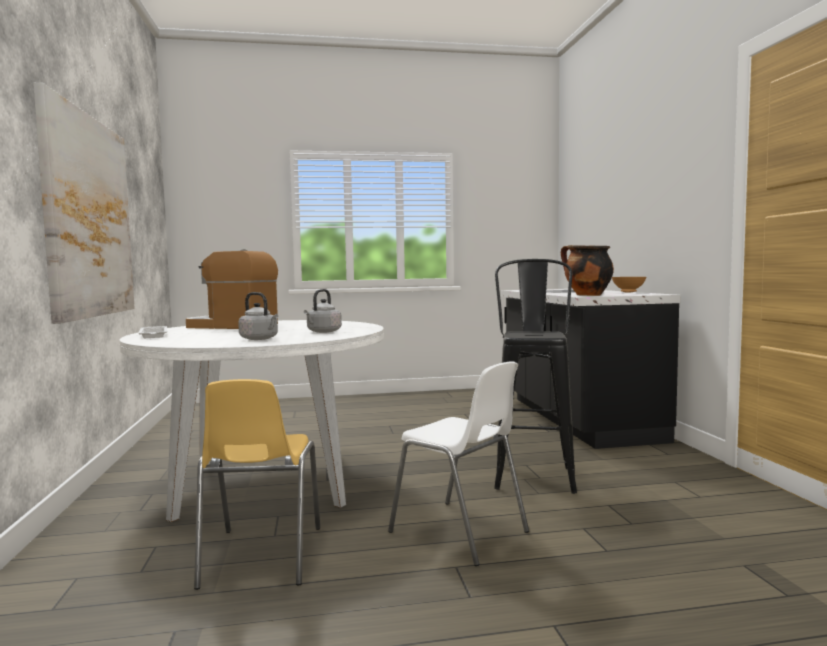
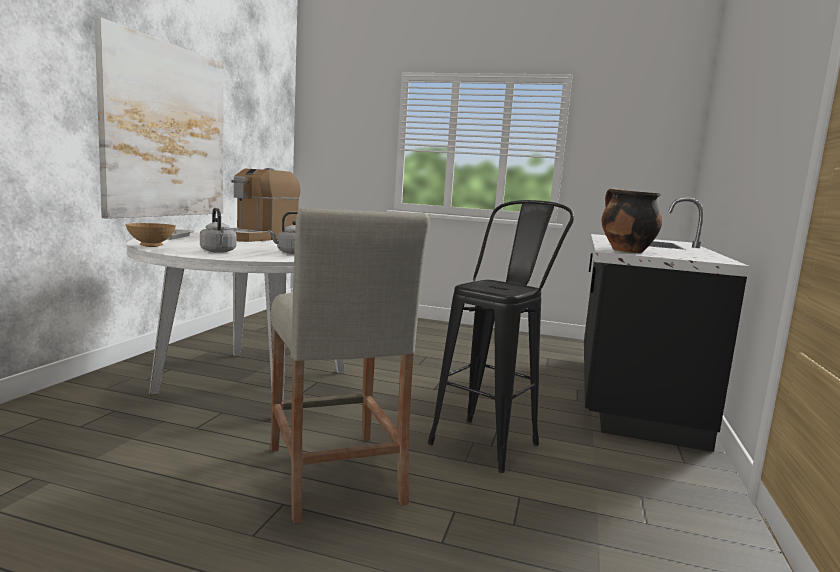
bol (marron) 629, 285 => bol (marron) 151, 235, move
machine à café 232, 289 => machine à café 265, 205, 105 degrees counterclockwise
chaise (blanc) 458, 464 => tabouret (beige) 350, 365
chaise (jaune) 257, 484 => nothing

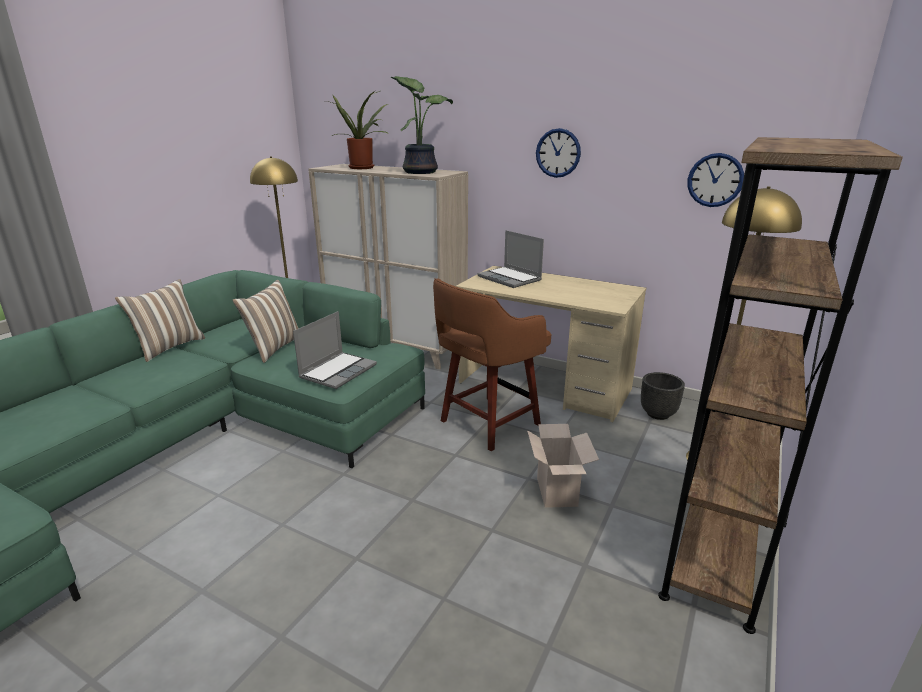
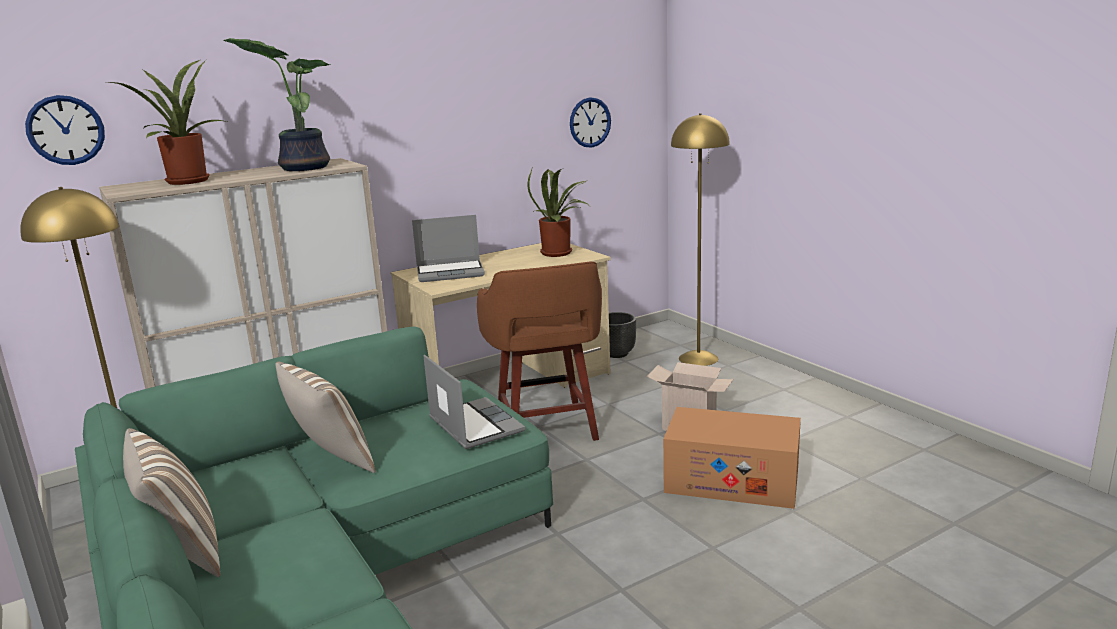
horloge murale 558, 153 => horloge murale 65, 130, move
nothing => plante en pot 558, 213
nothing => carton 732, 458
bibliothèque (marron) 780, 385 => nothing

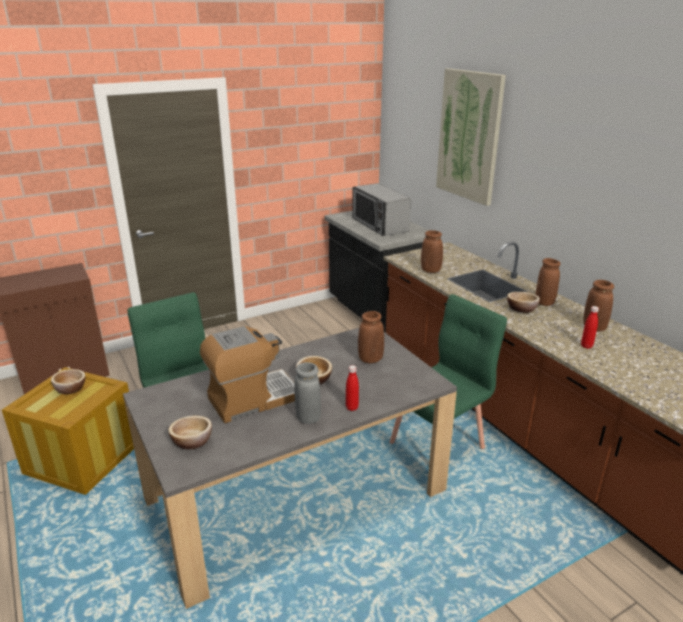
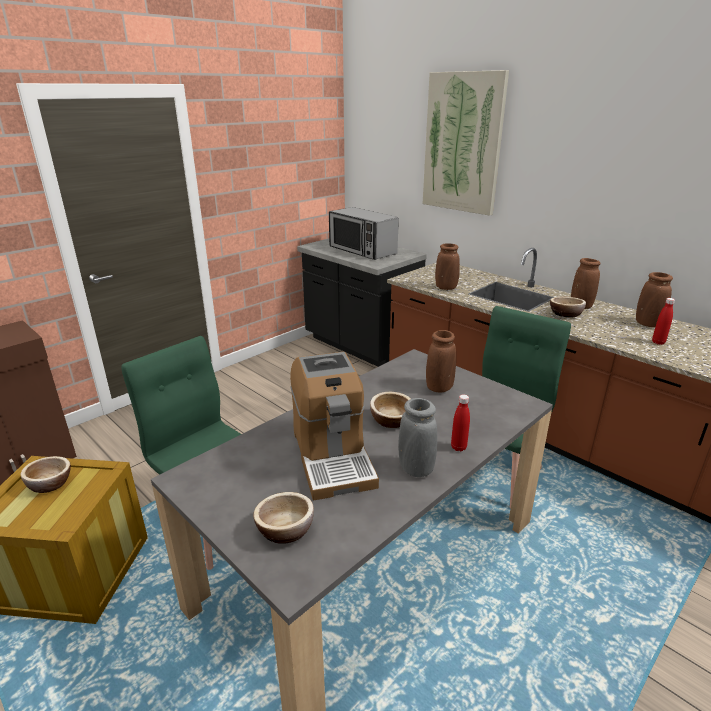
machine à café 247, 374 => machine à café 334, 426, 120 degrees clockwise

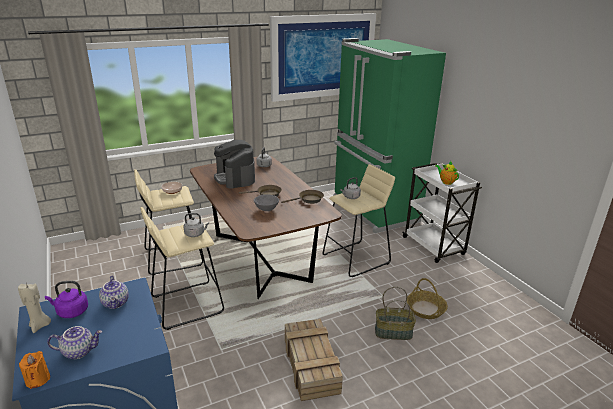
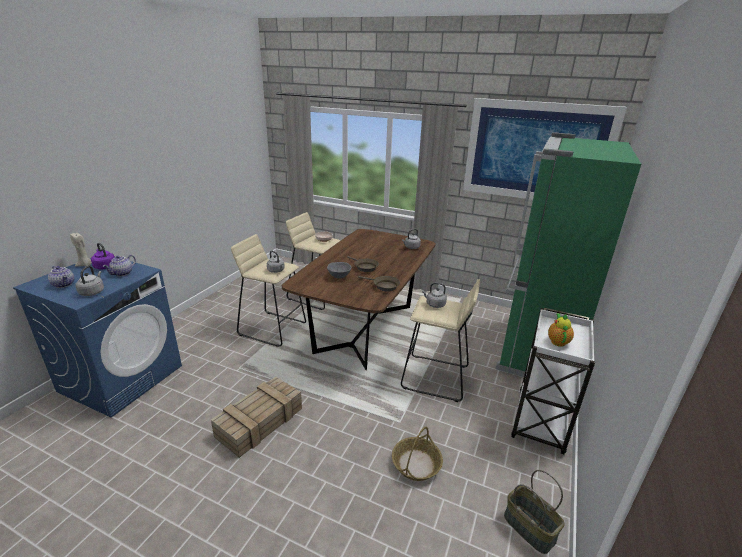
nothing => bouilloire (gris) 89, 281
panier 395, 313 => panier 534, 512, move
bougie (orange) 34, 370 => nothing
machine à café 234, 164 => nothing

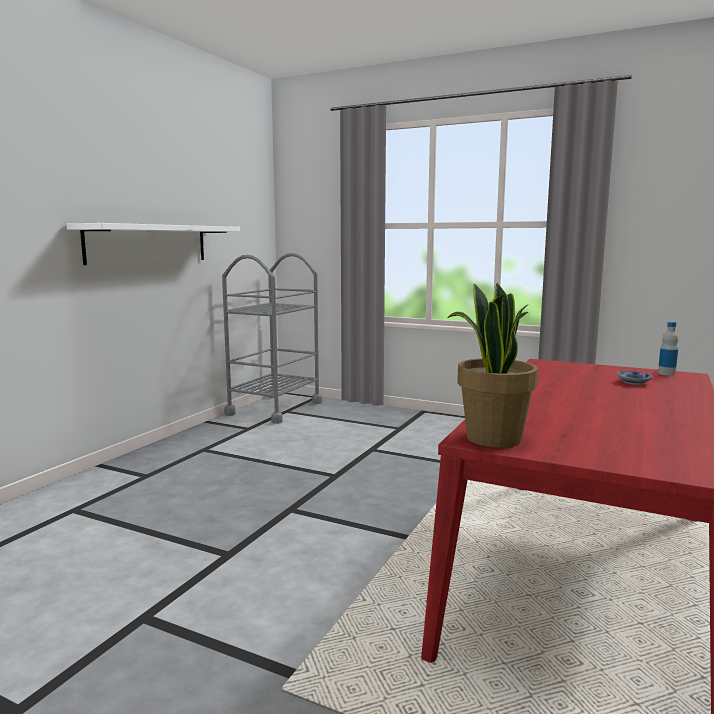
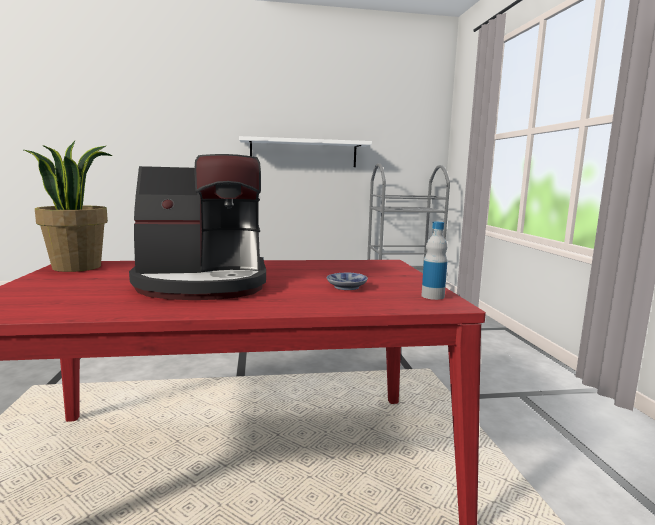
nothing => machine à café 197, 227

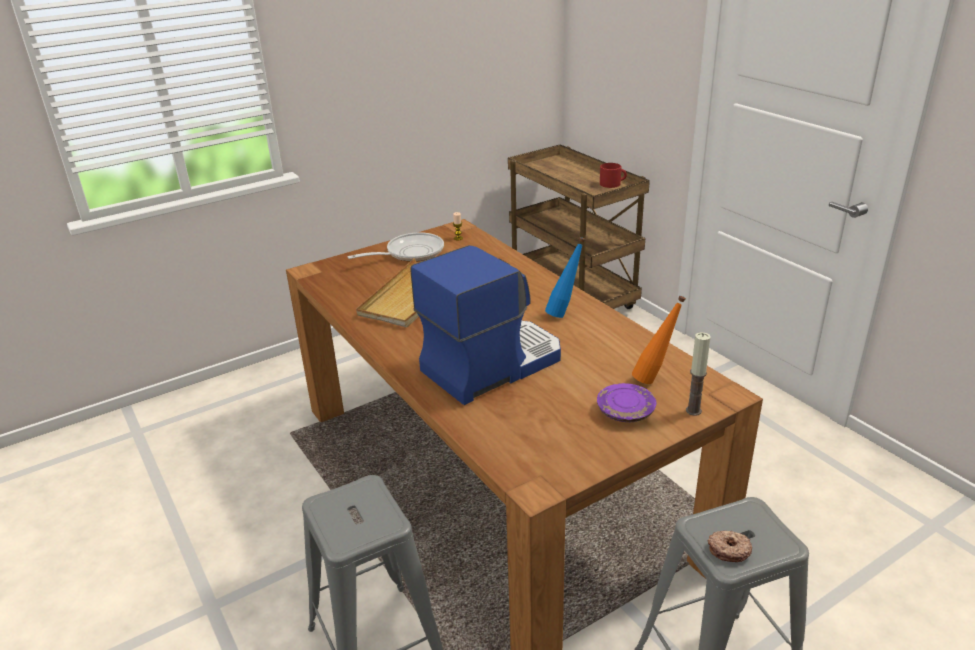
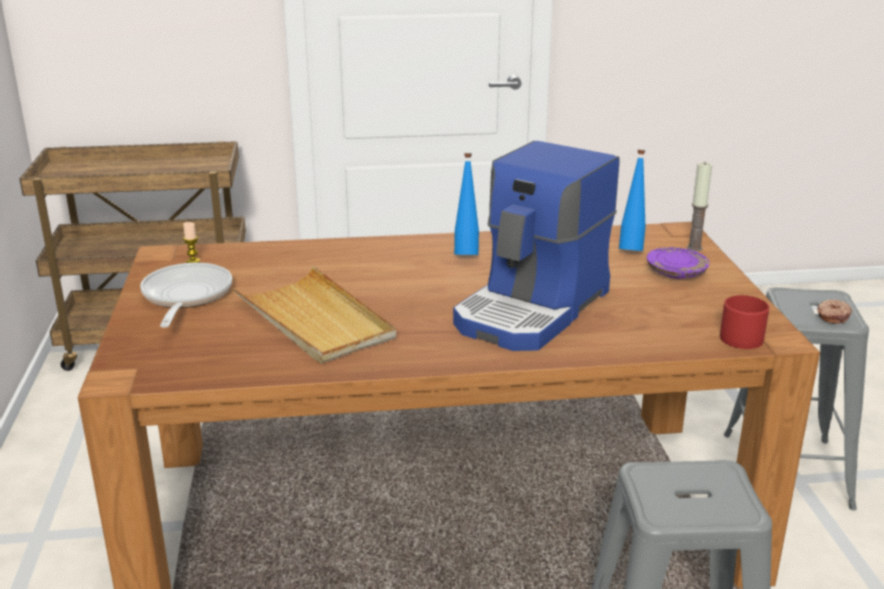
machine à café 486, 325 => machine à café 536, 246, 135 degrees counterclockwise
bouteille (orange) 659, 340 => bouteille (bleu) 632, 200
mug (rouge) 613, 175 => mug (rouge) 744, 322, move

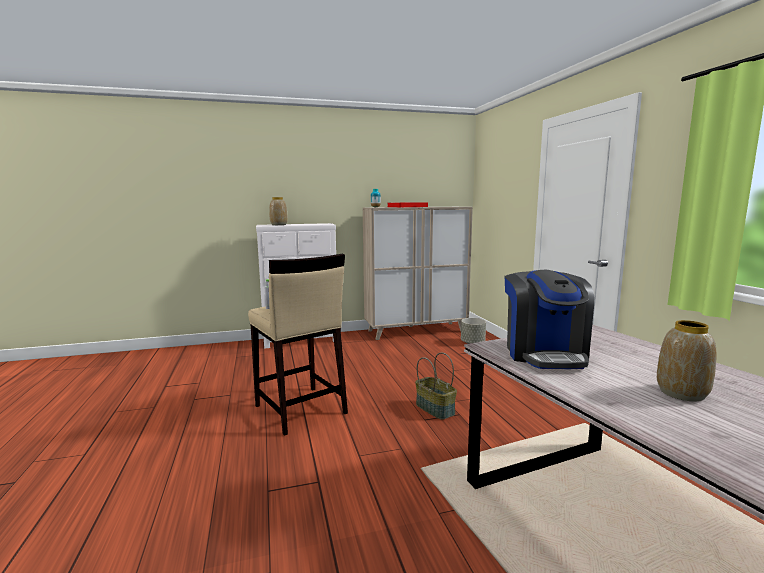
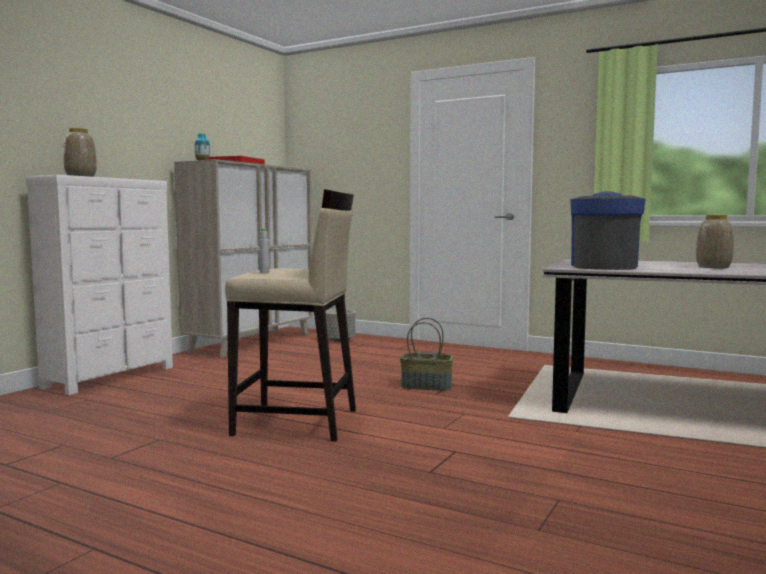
machine à café 549, 319 => machine à café 608, 230, 120 degrees counterclockwise

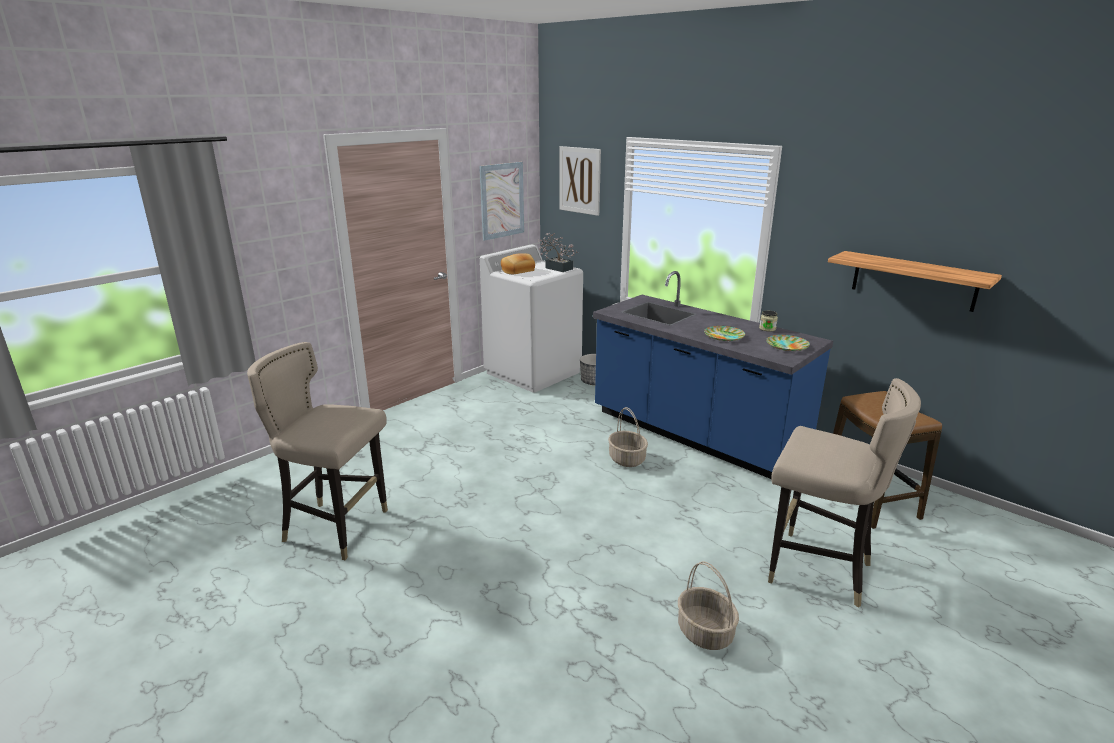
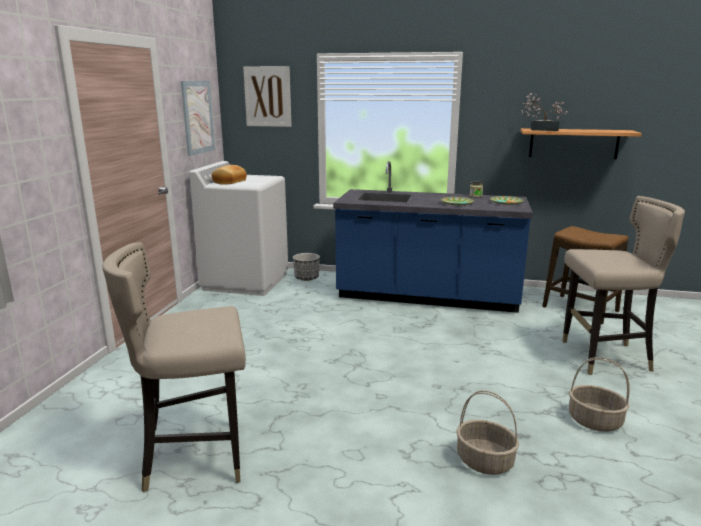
panier 628, 437 => panier 487, 432, move
plante en pot 558, 252 => plante en pot 544, 112, move

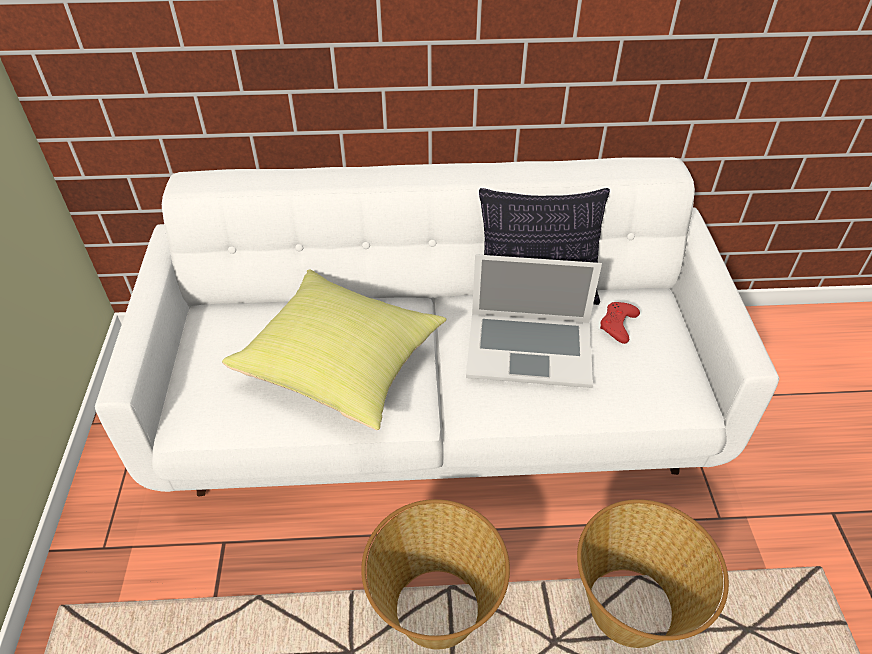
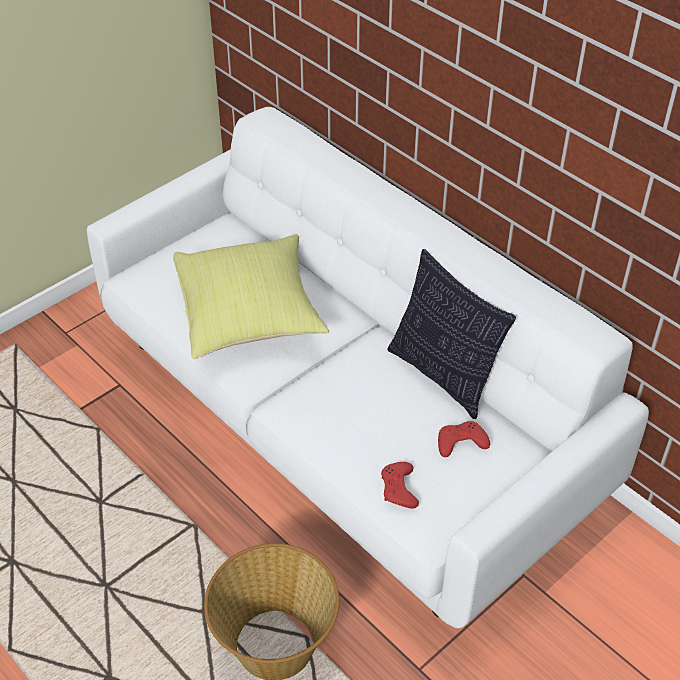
nothing => manette (rouge) 400, 485
panier 435, 574 => nothing
ordinateur portable 534, 321 => nothing

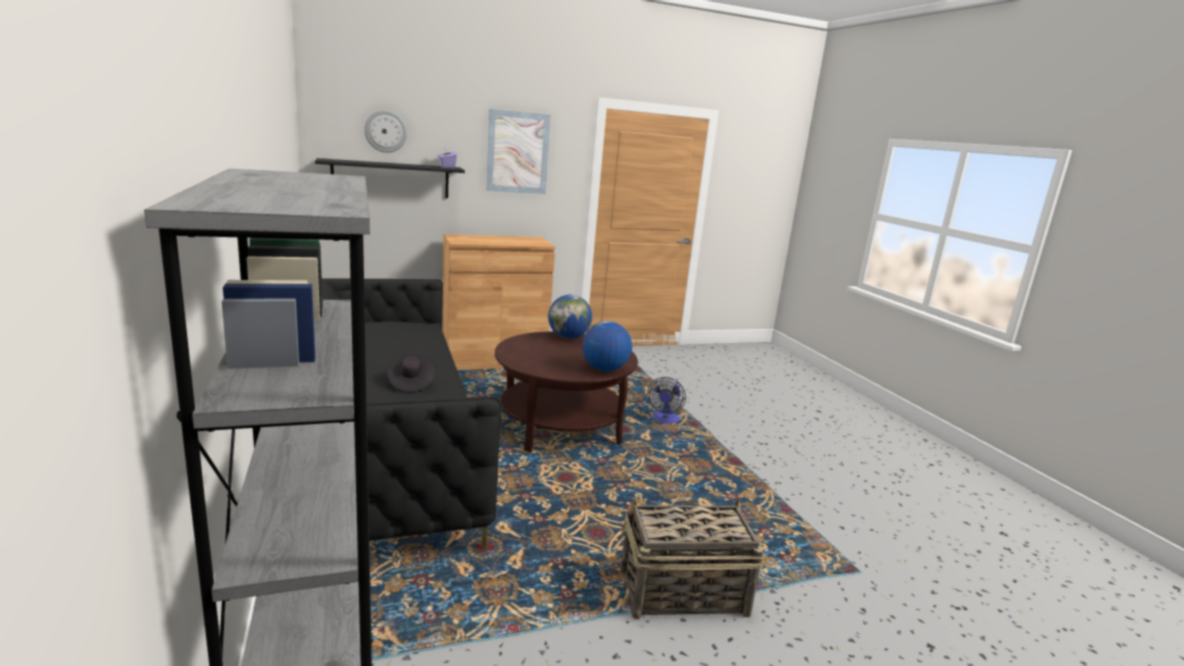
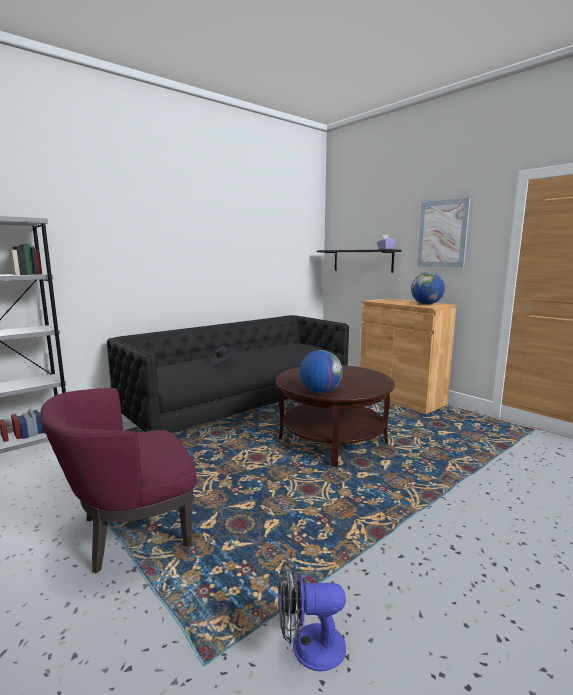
panier 693, 558 => fauteuil (violet) 118, 480
ventilateur 666, 400 => ventilateur 312, 615, move
globe 570, 317 => globe 428, 288, move
horloge murale 385, 131 => nothing

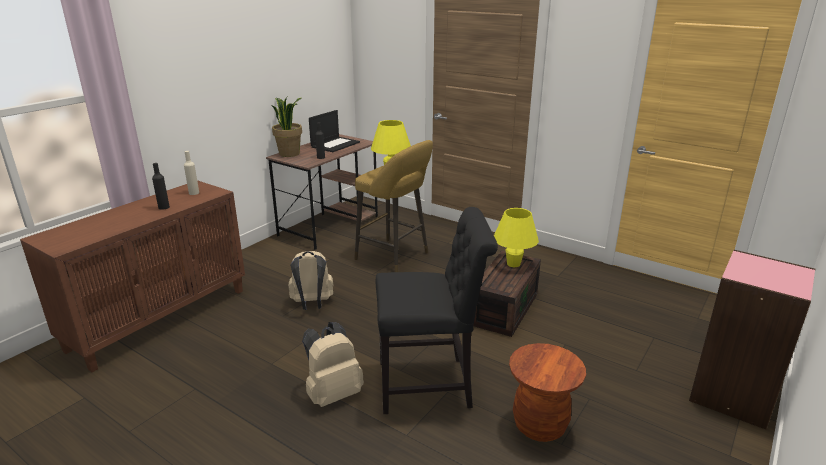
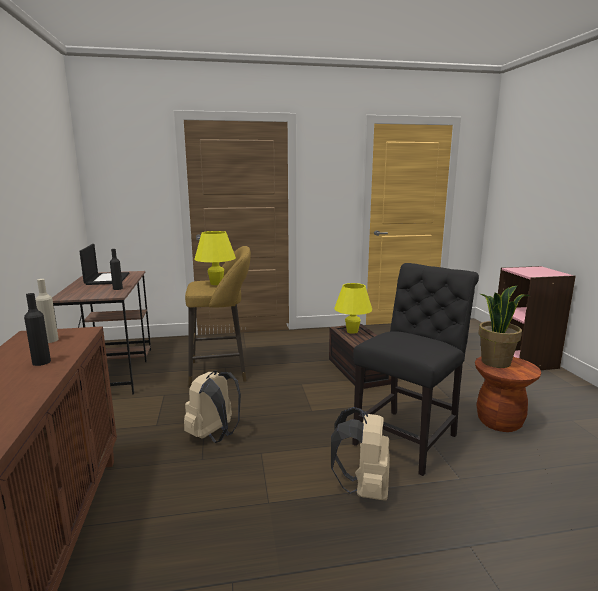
plante en pot 287, 127 => plante en pot 503, 327, move

